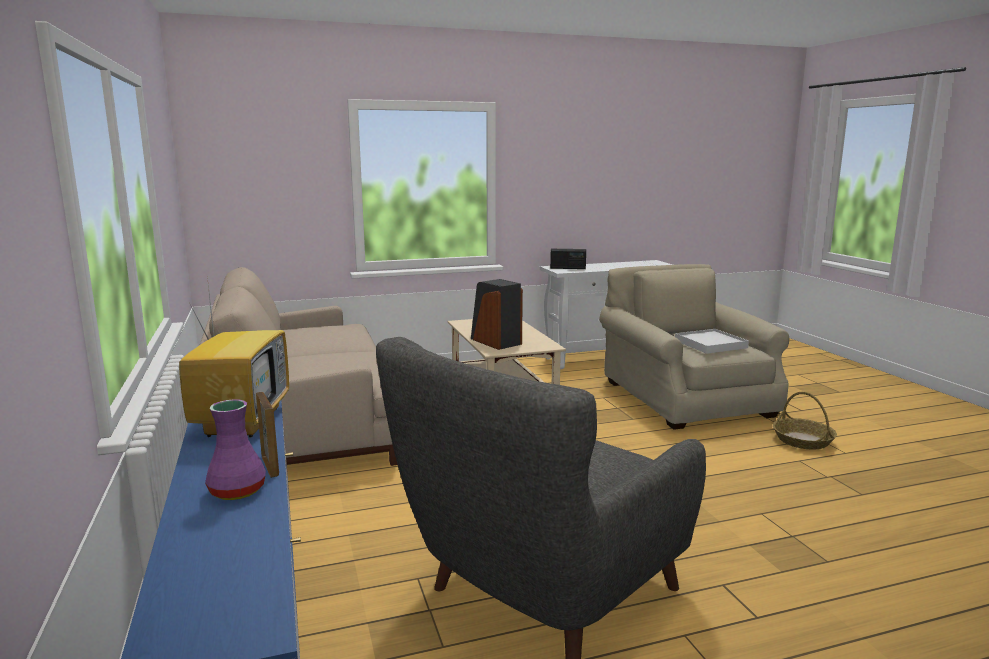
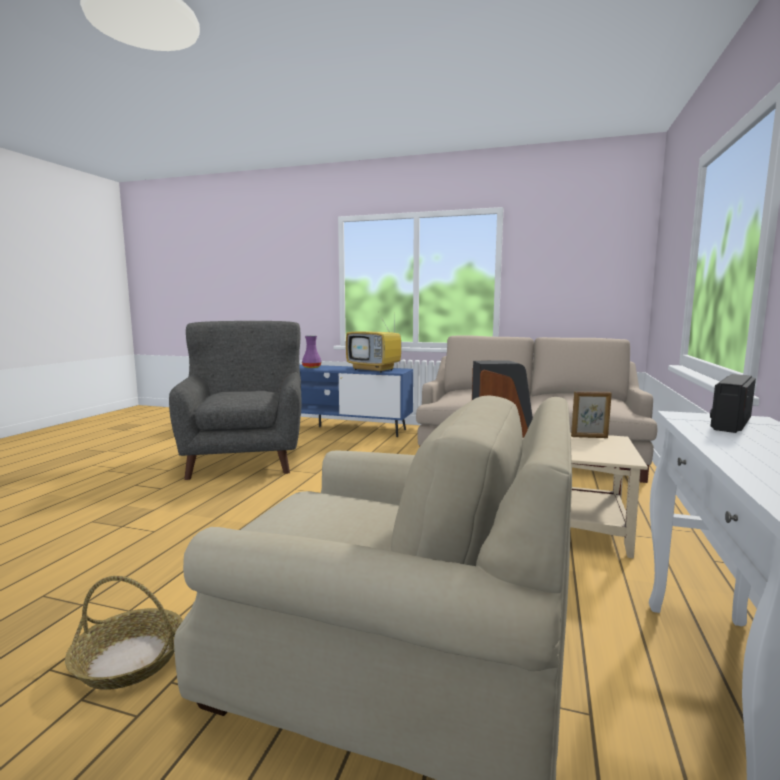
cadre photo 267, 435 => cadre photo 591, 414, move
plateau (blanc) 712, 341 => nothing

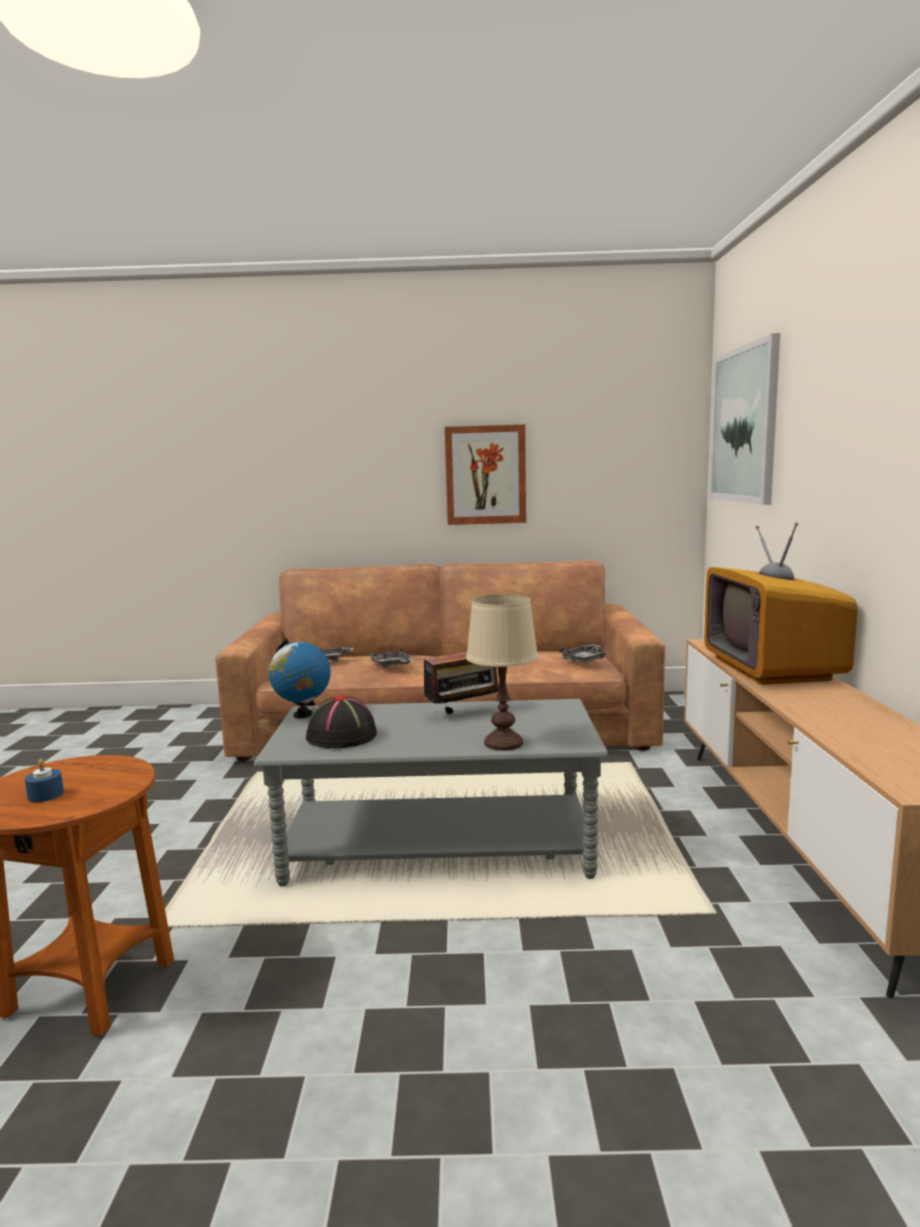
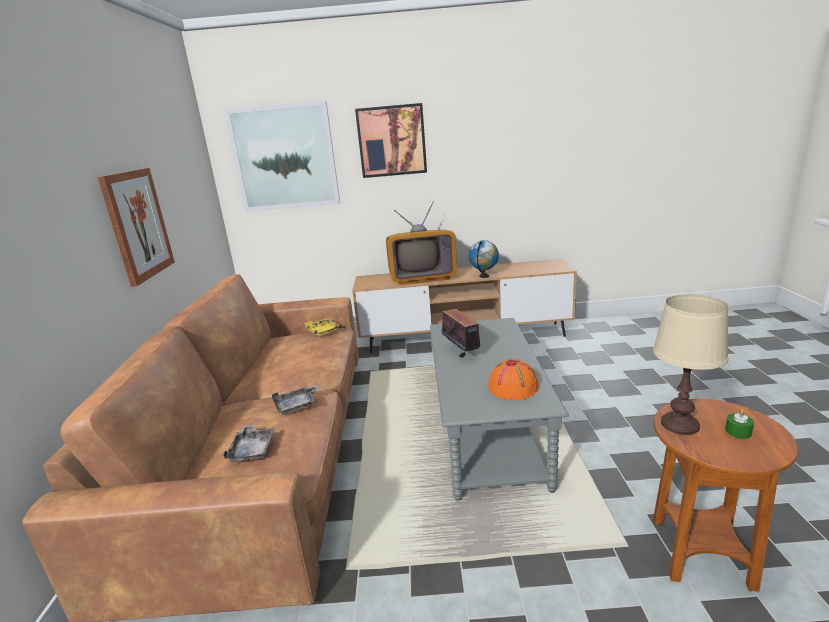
plateau (gris) 584, 653 => plateau (jaune) 322, 327
nothing => tableau 391, 140
globe 300, 678 => globe 484, 259, move
chapeau (noir) 341, 722 => chapeau (orange) 513, 379
lampe de table (beige) 502, 672 => lampe de table (beige) 691, 364, move
bougie (bleu) 44, 780 => bougie (vert) 739, 424

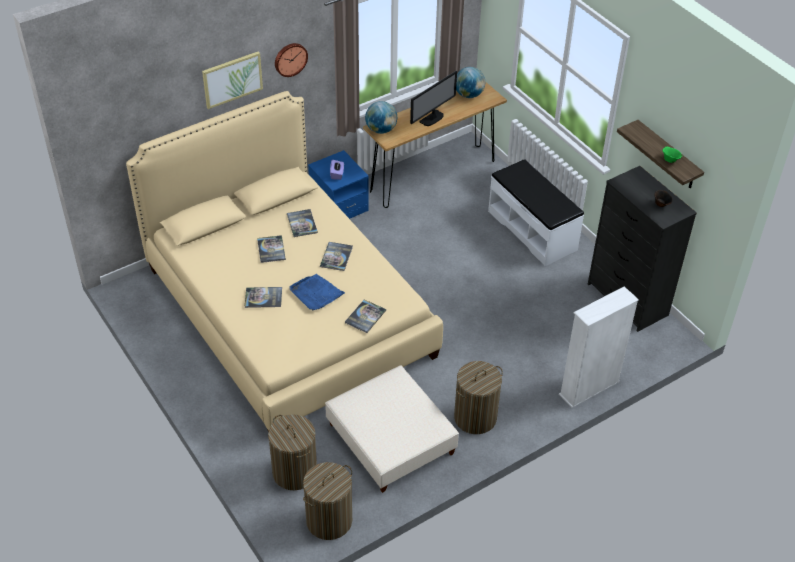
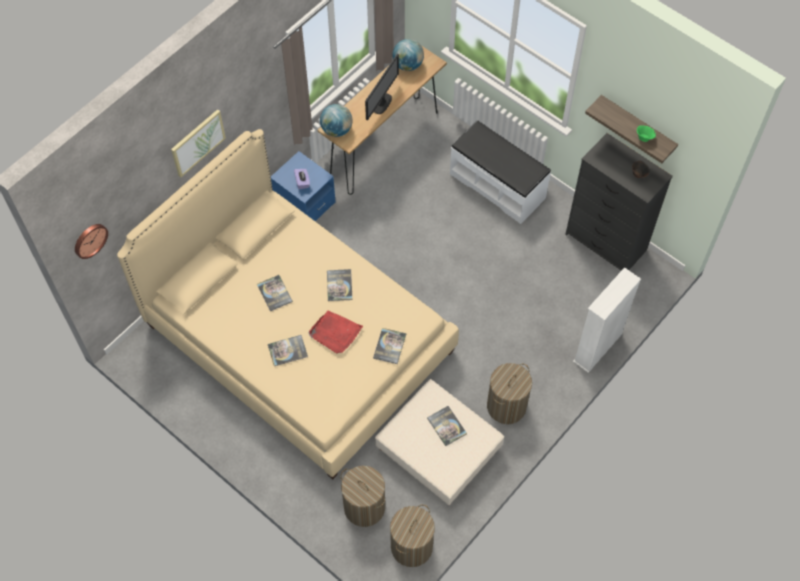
horloge murale 291, 60 => horloge murale 91, 241, move
plateau (bleu) 317, 292 => plateau (rouge) 335, 332
livre 302, 223 => livre 447, 426, move

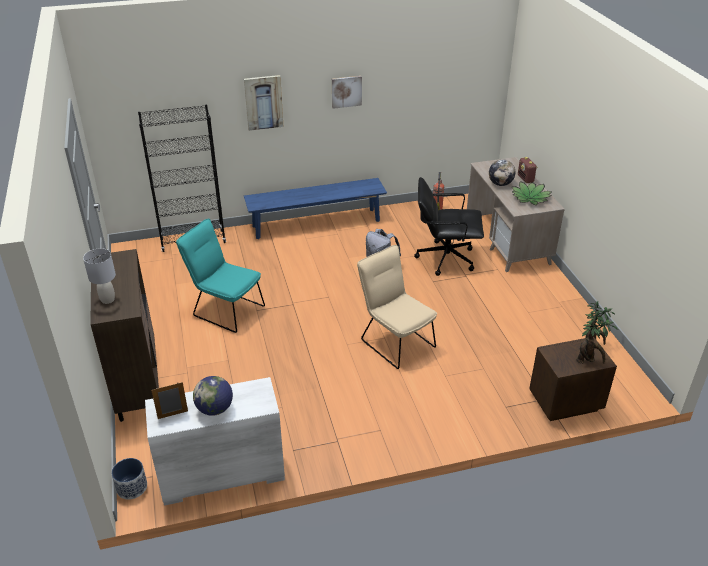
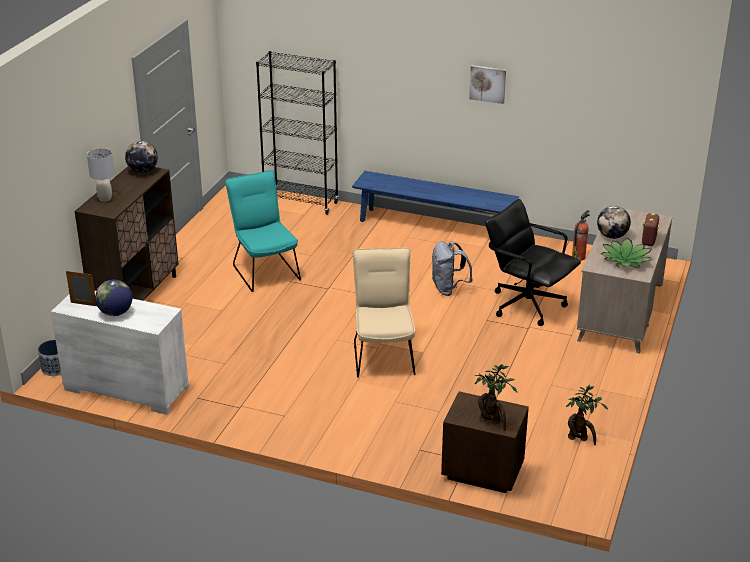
nothing => globe 141, 157
tableau 263, 103 => nothing

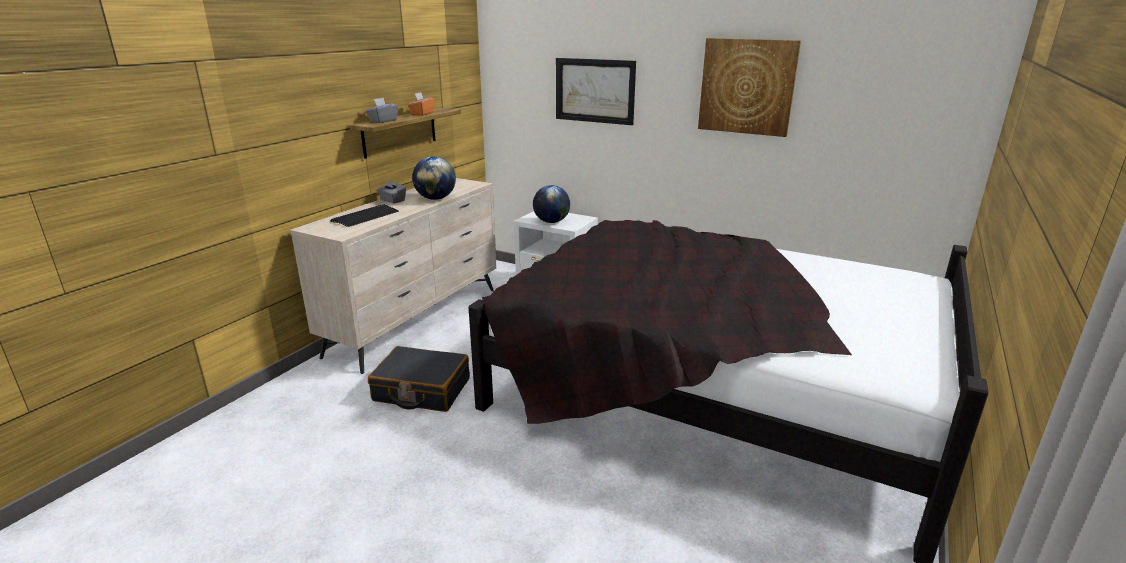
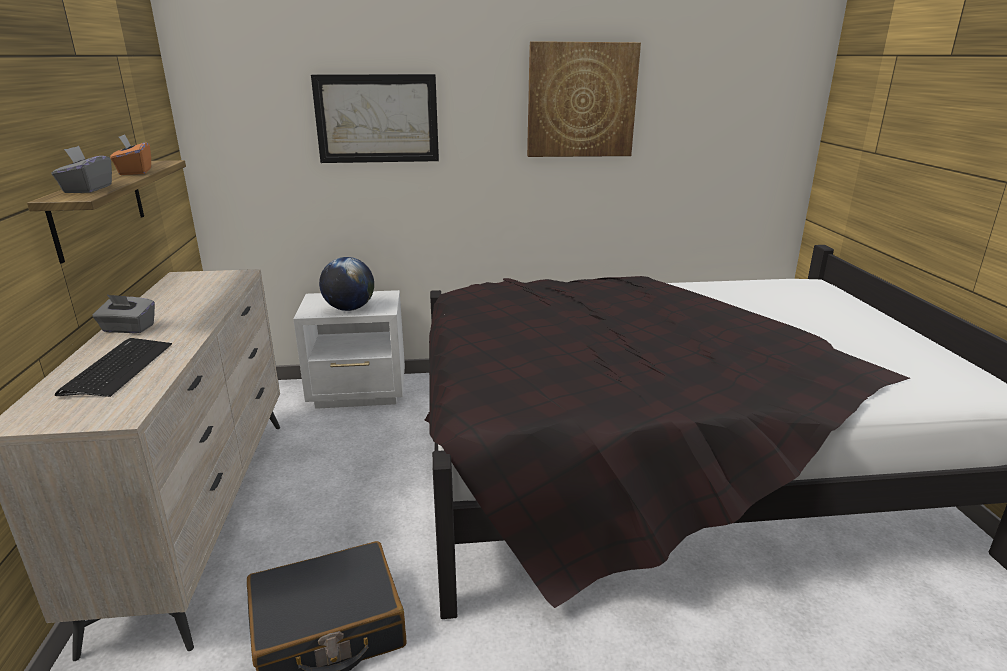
globe 434, 178 => nothing

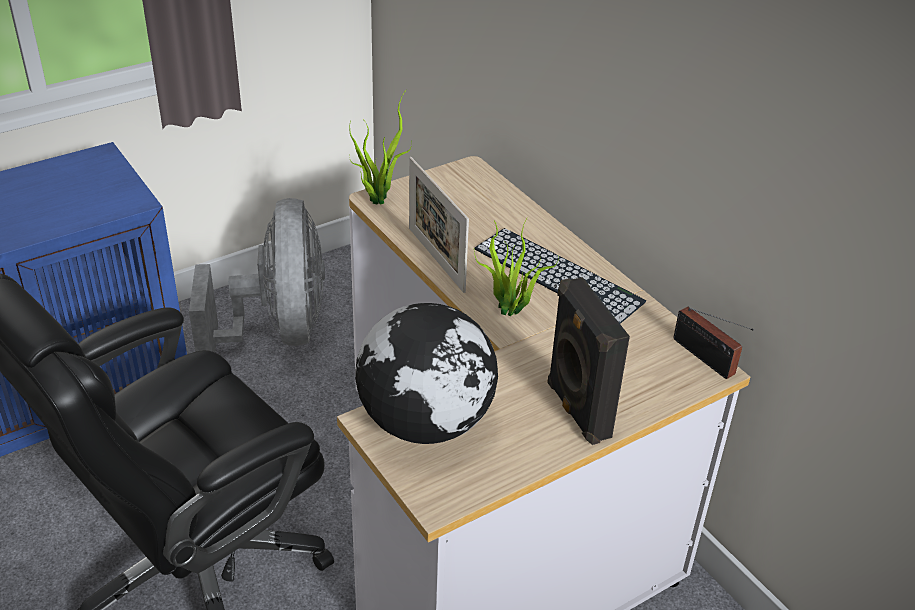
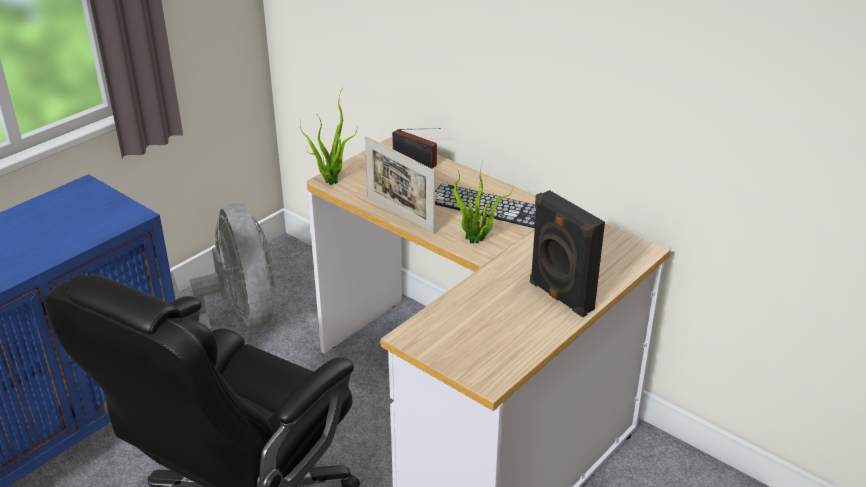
radio 713, 343 => radio 416, 148, move
globe 426, 373 => nothing

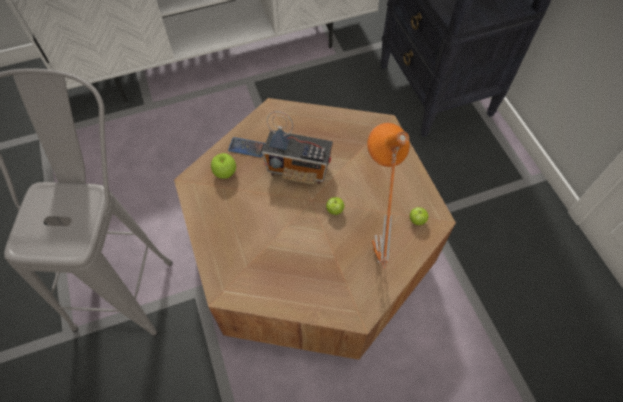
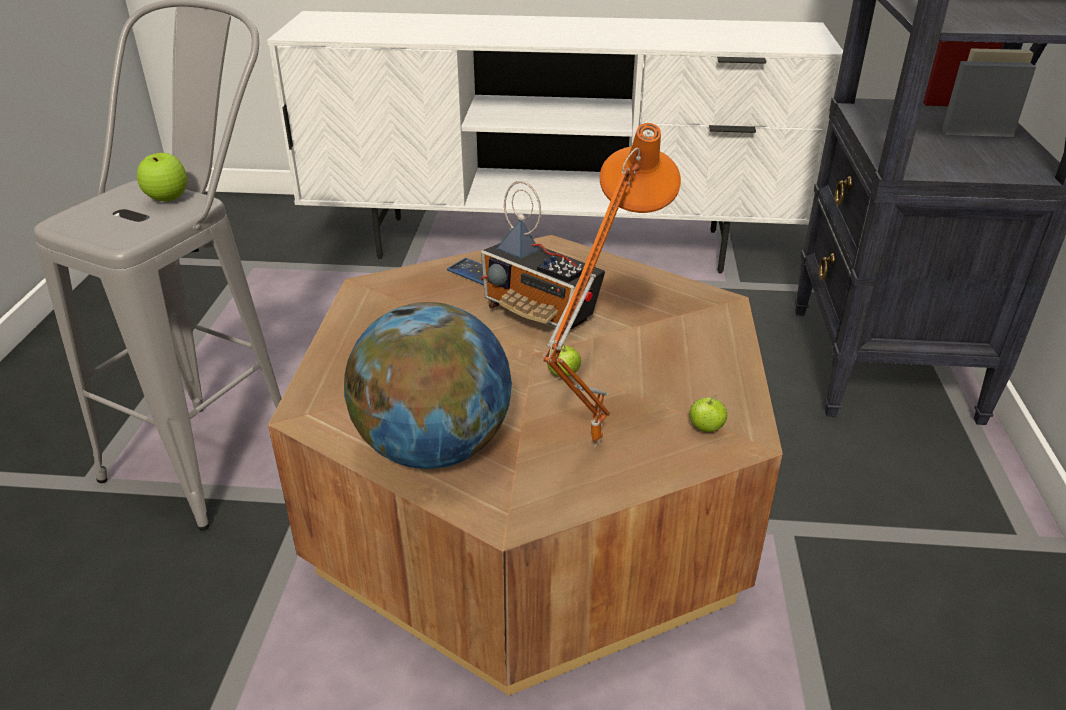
pomme 223, 166 => pomme 162, 177, move
nothing => globe 428, 385

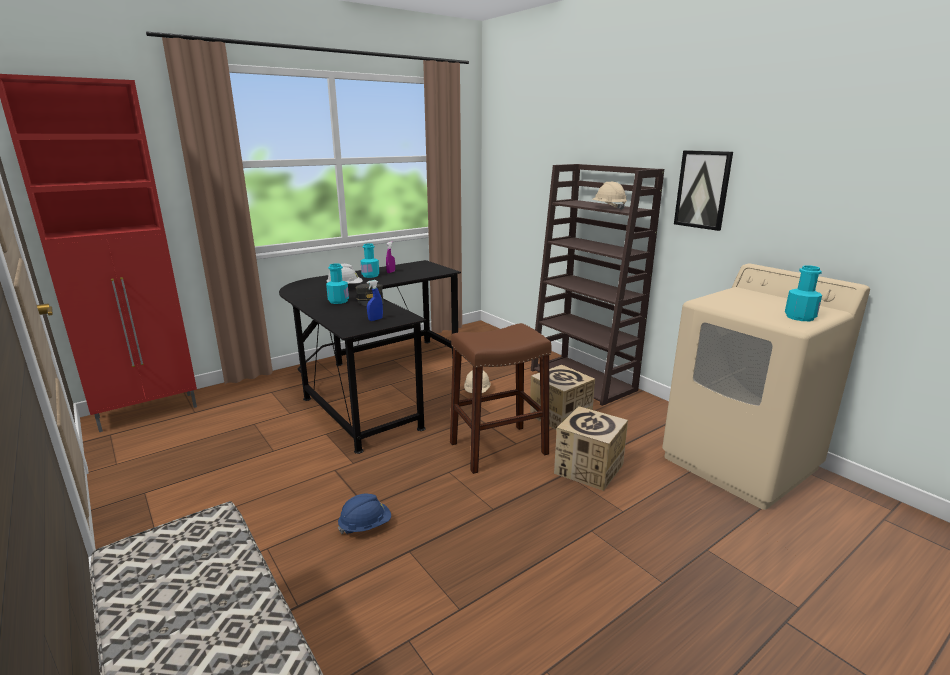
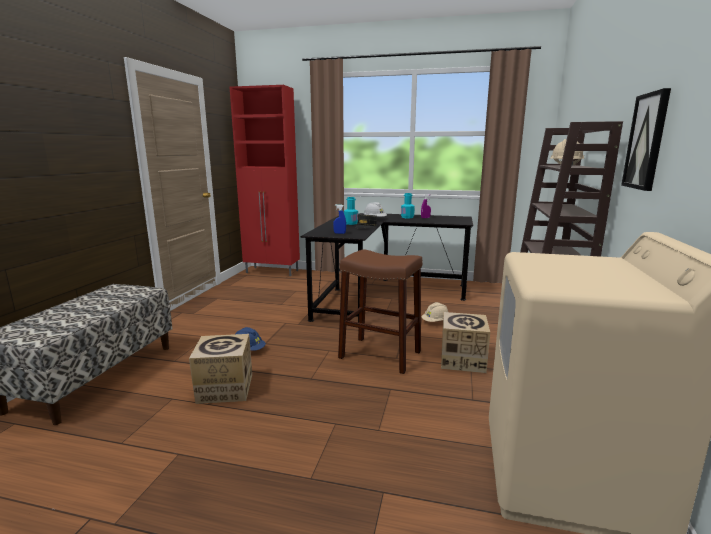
carton 591, 448 => carton 220, 369, move
bouteille (turquoise) 803, 293 => nothing

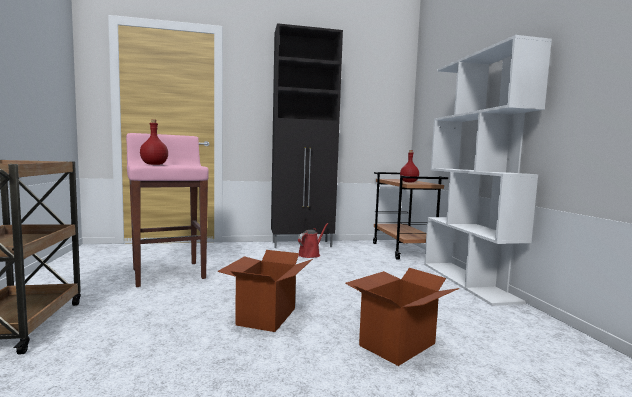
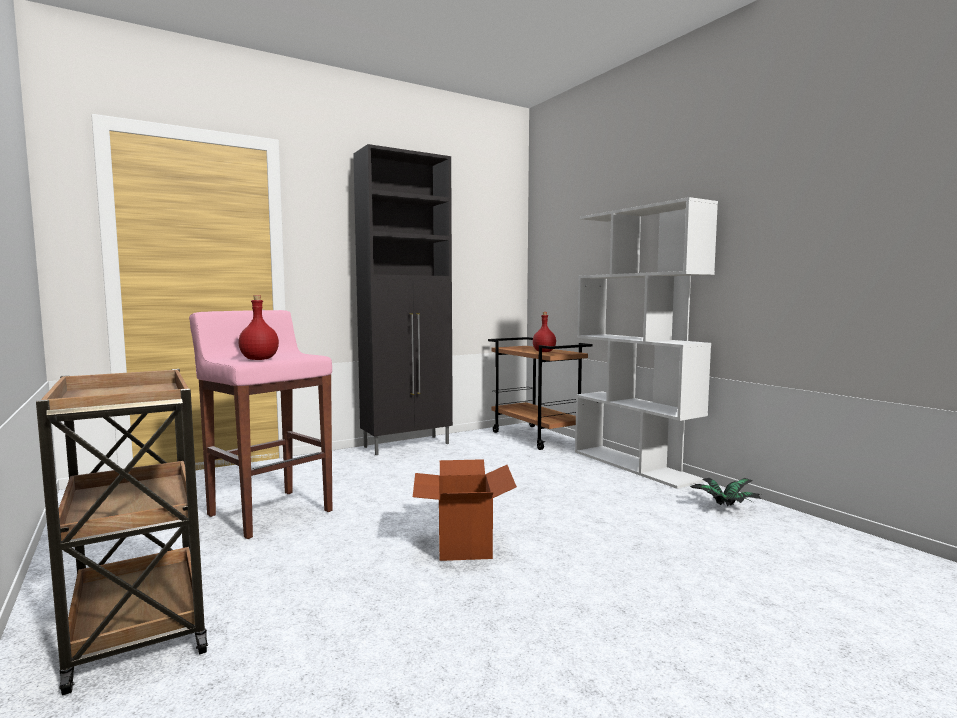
nothing => plante en pot 725, 492
arrosoir (rouge) 313, 240 => nothing
carton 402, 317 => nothing

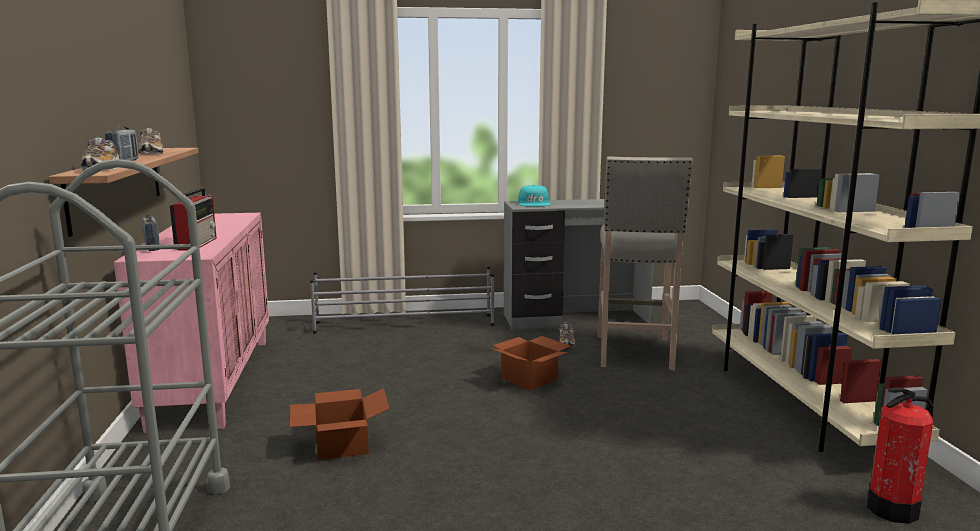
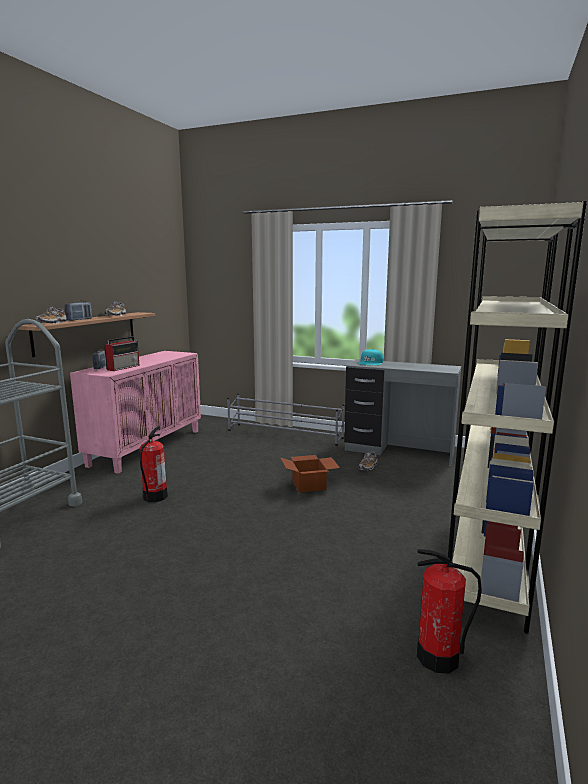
carton 340, 424 => extincteur 154, 464
tabouret (beige) 645, 263 => nothing

